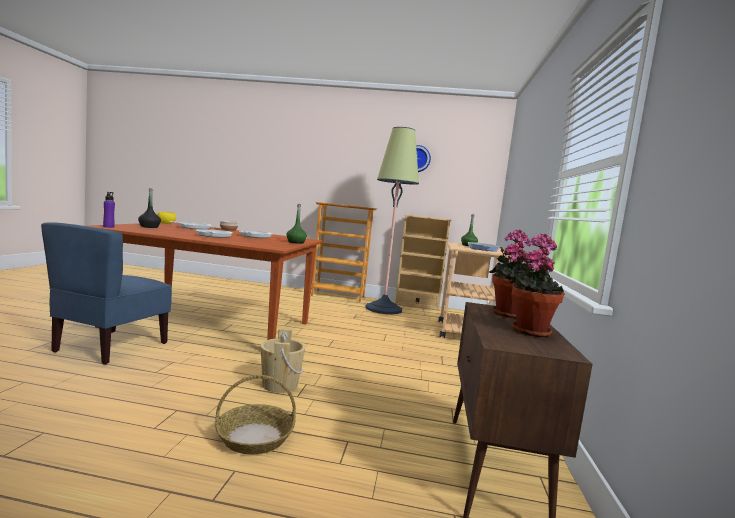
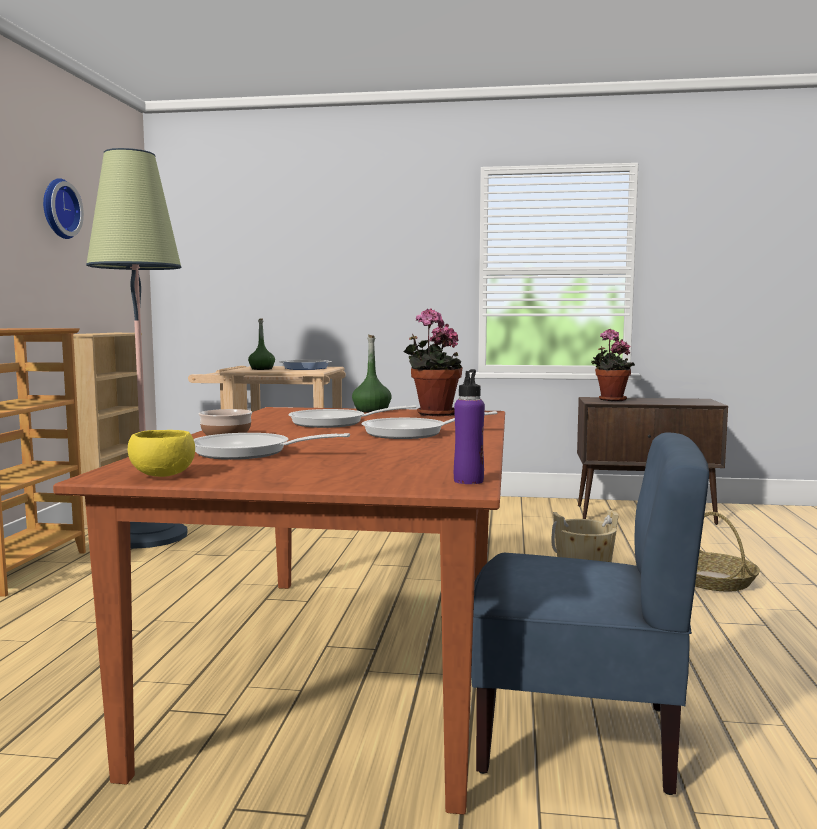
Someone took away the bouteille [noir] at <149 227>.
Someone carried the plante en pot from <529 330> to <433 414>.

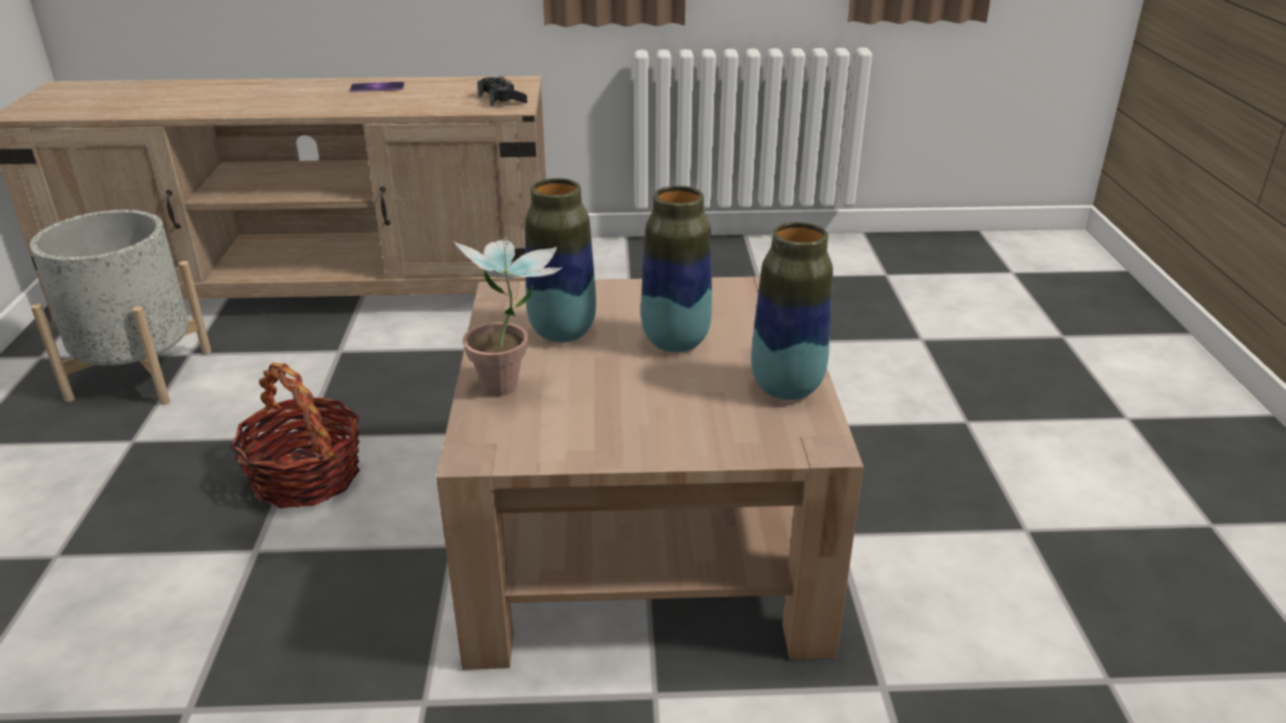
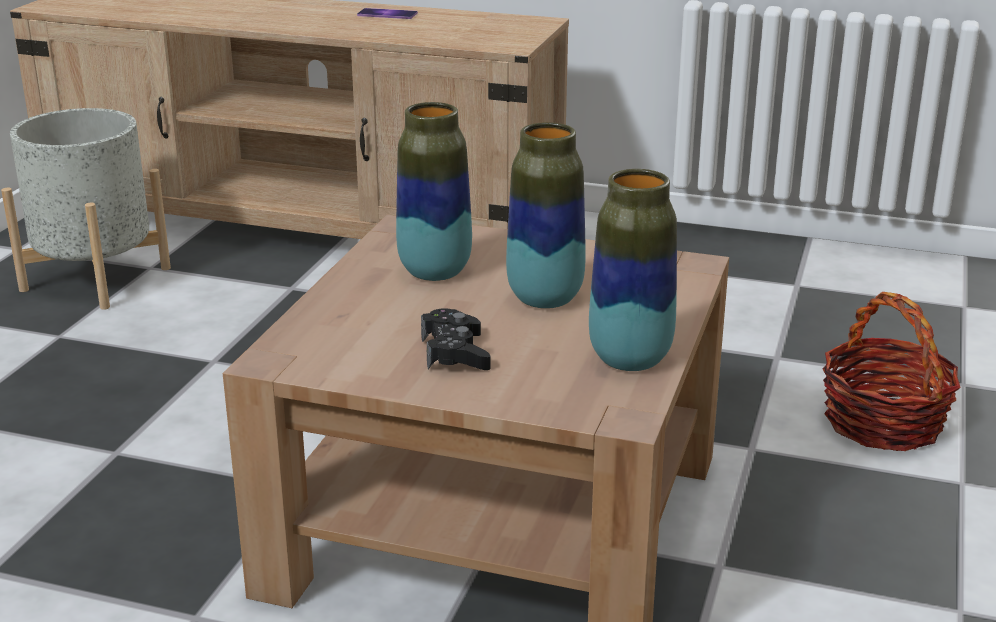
Someone took away the plante en pot at <513 386>.
Someone carried the panier from <306 477> to <883 423>.
Someone carried the manette [noir] from <502 99> to <455 352>.

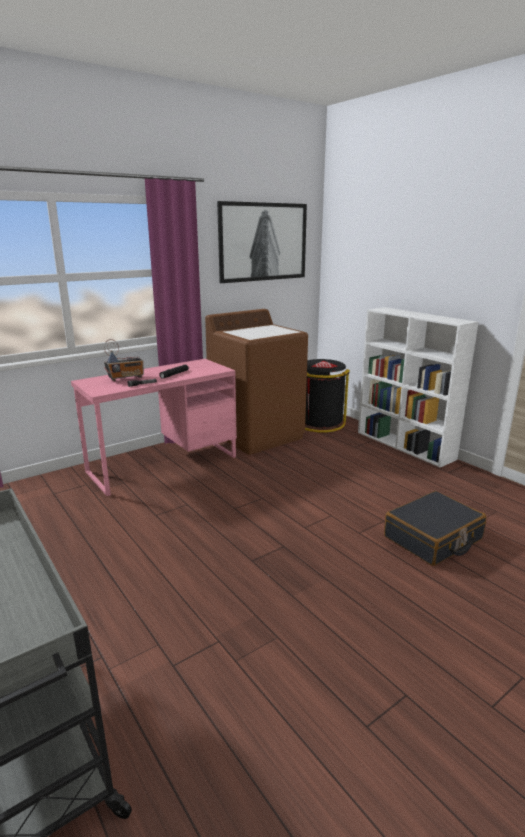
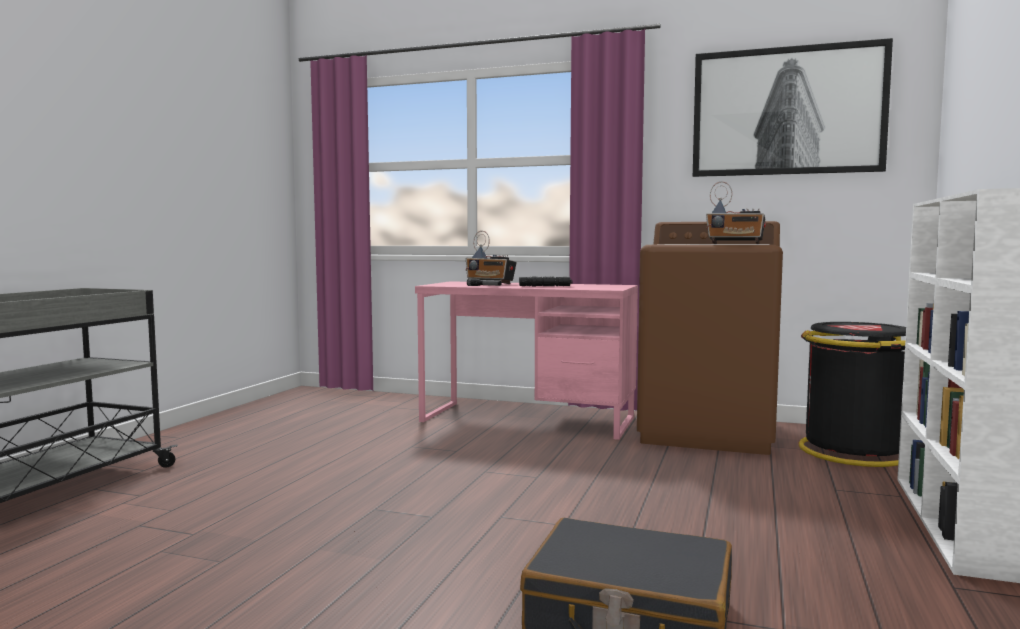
Someone put down the radio at <735 244>.

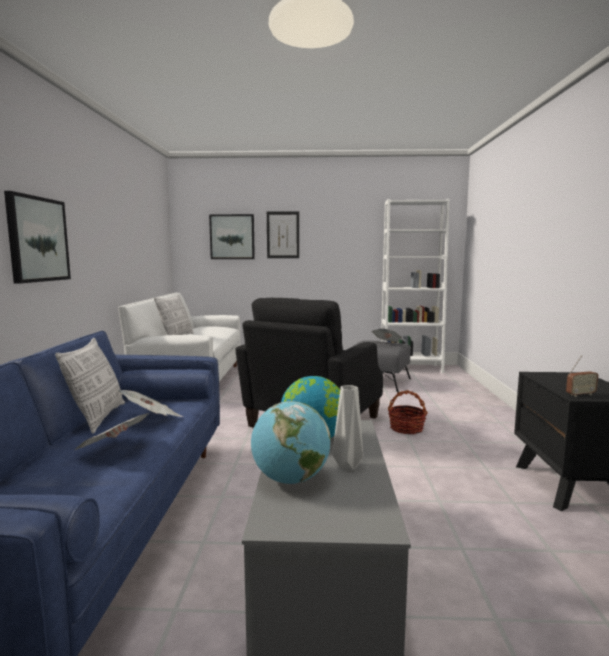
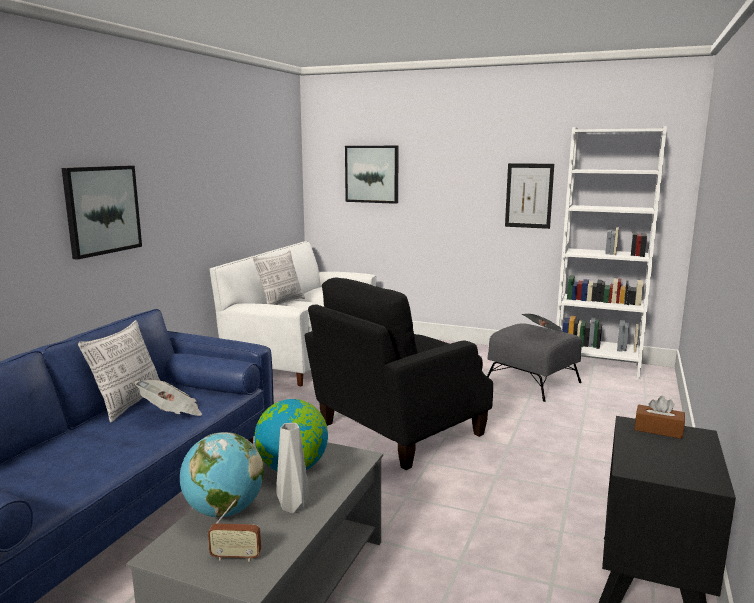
Someone took away the journal at <113 449>.
Someone took away the panier at <406 428>.
Someone put down the boîte à mouchoirs [marron] at <658 430>.
Someone carried the tableau from <283 235> to <529 195>.
Someone carried the radio from <580 395> to <236 557>.

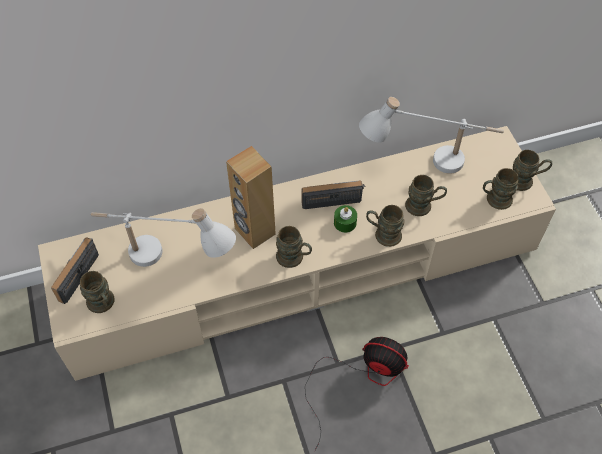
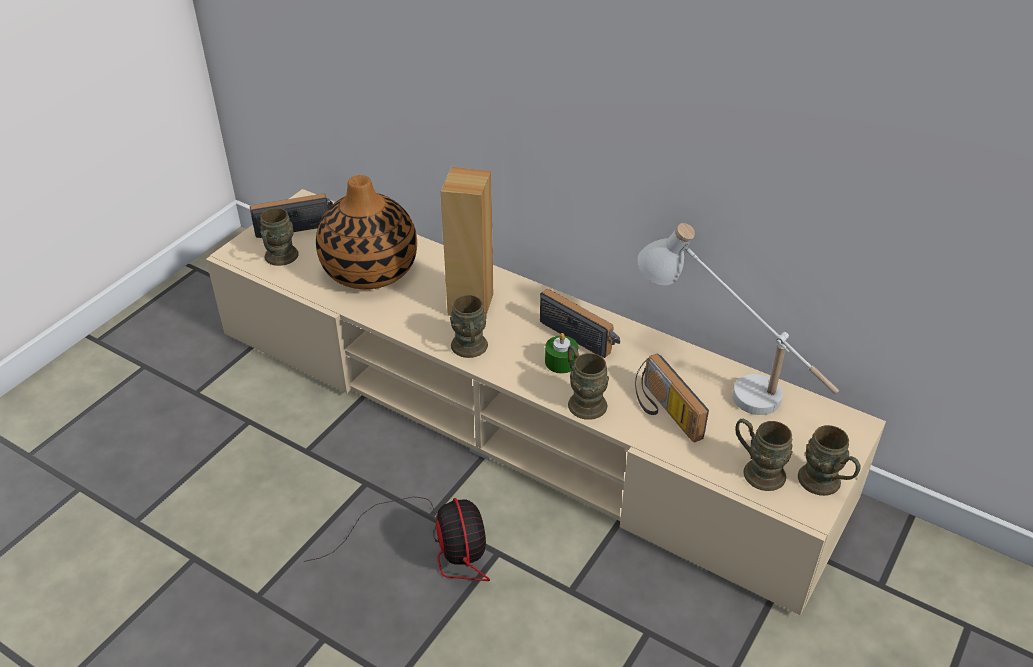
Someone swapped the lampe de table [blanc] at <168 260> for the vase at <370 269>.
Someone swapped the mug [marron] at <423 206> for the radio at <664 412>.

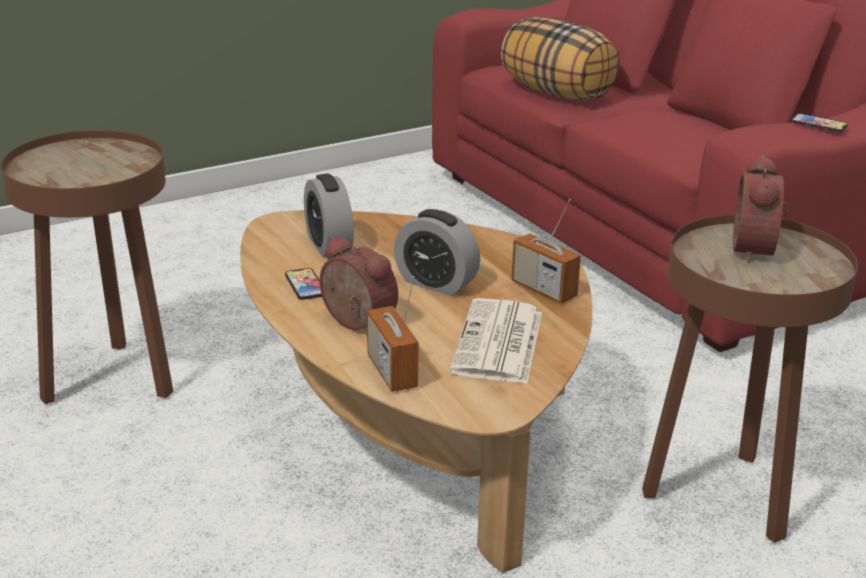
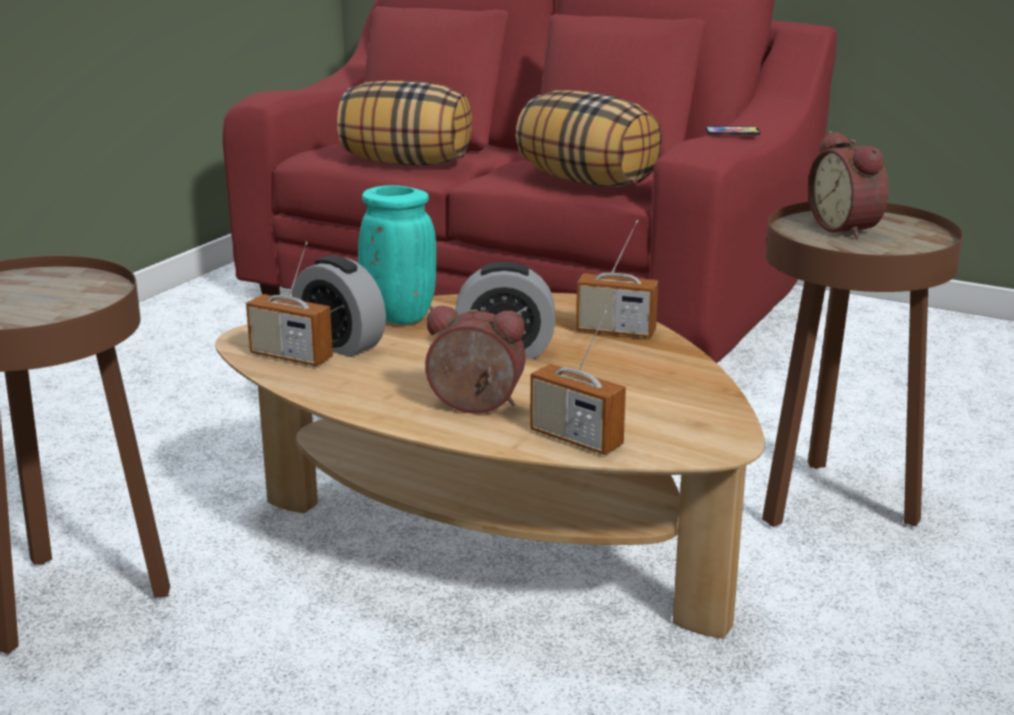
Someone took away the téléphone at <305 285>.
Someone took away the journal at <499 343>.
Someone put down the radio at <291 357>.
Someone put down the vase [turquoise] at <397 317>.
Someone put down the coussin at <588 181>.

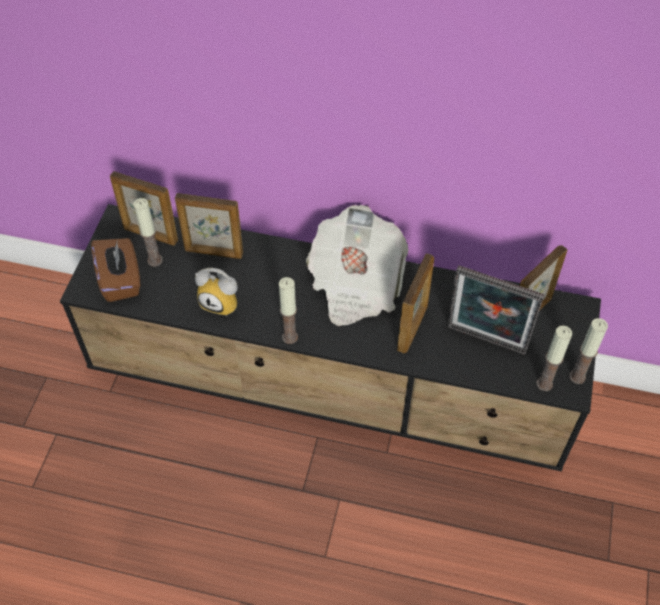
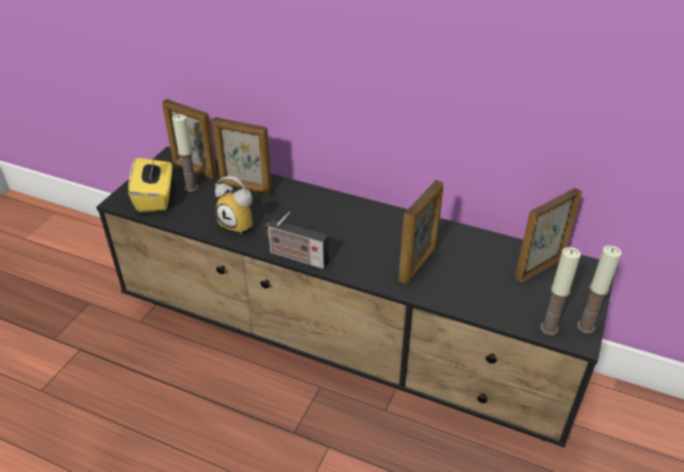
Someone took away the journal at <355 284>.
Someone took away the cadre photo at <485 342>.
Someone swapped the bougie at <290 337> for the radio at <295 257>.
Someone repainted the boîte à mouchoirs [marron] at <120 280>, which became the boîte à mouchoirs [jaune] at <155 198>.

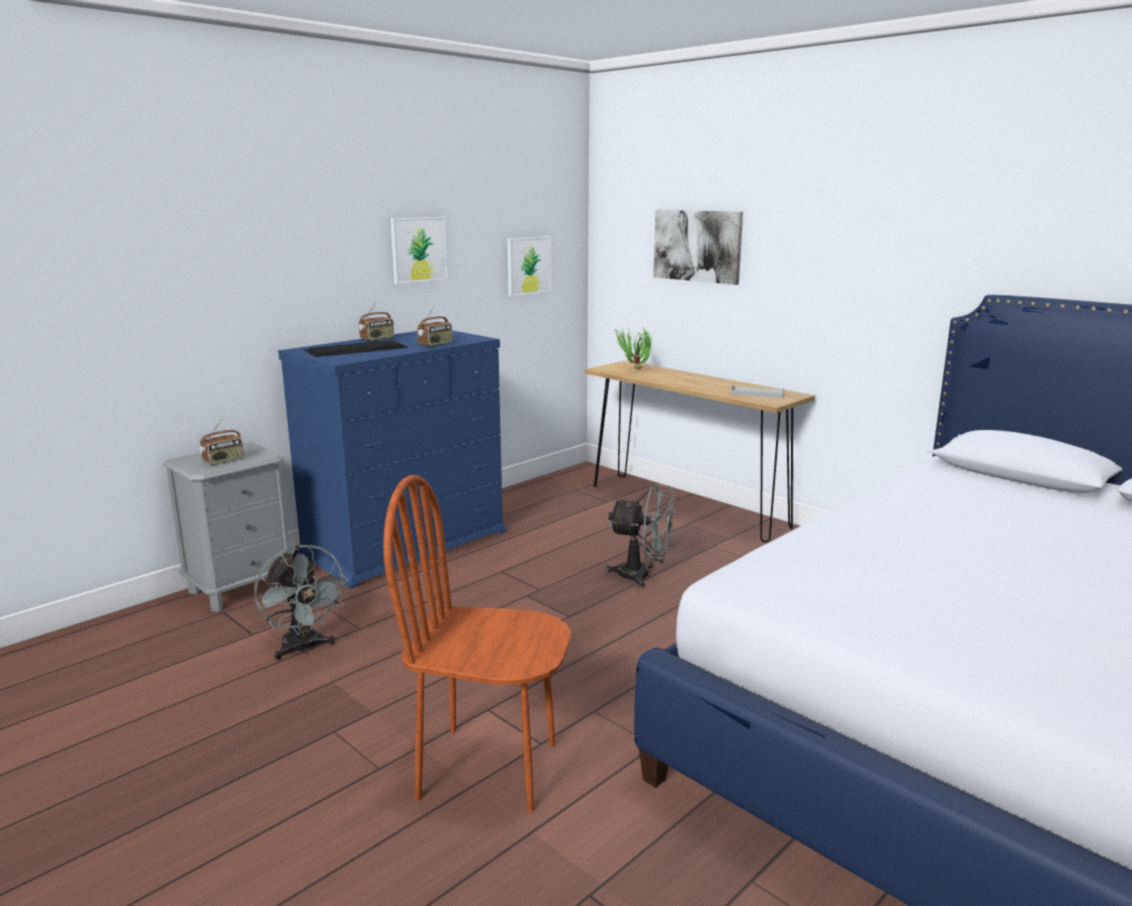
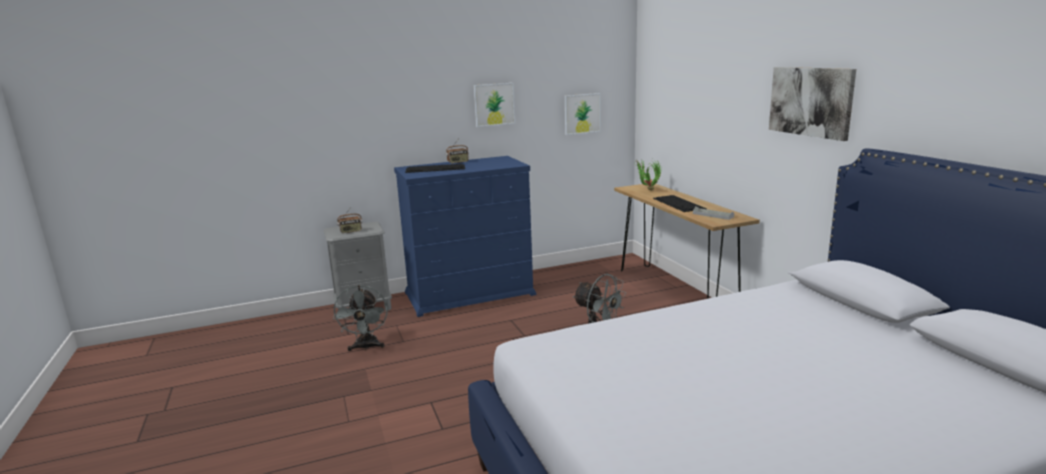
Someone took away the chaise [marron] at <488 769>.
Someone took away the radio at <435 344>.
Someone put down the clavier at <679 203>.
Someone carried the tableau from <697 246> to <810 101>.

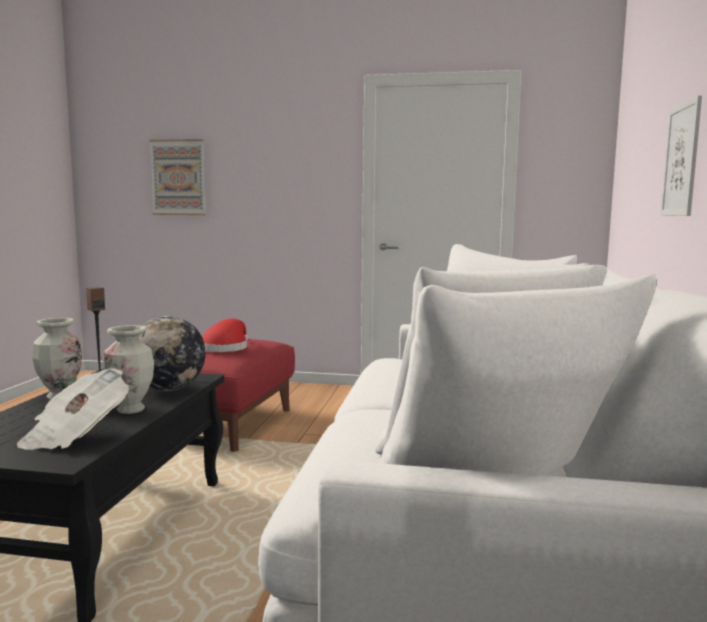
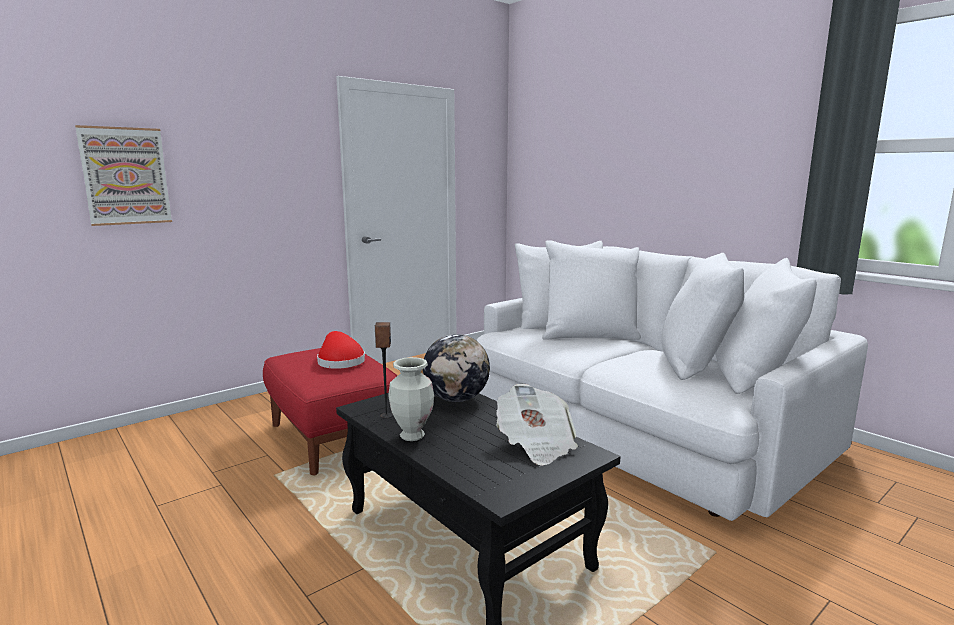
Someone took away the vase at <131 410>.
Someone took away the tableau at <681 160>.

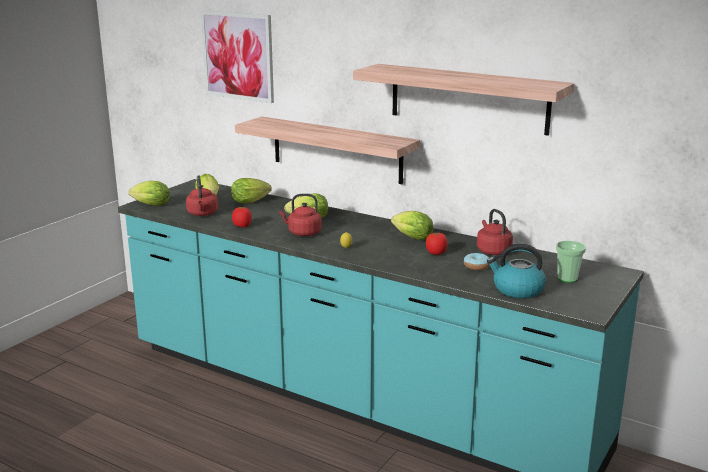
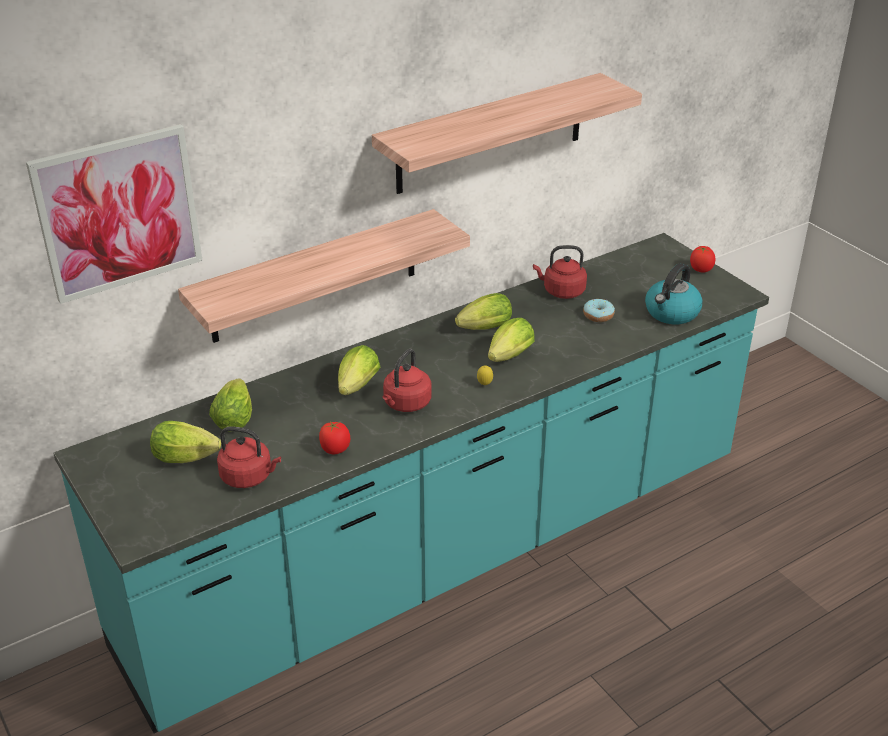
Someone took away the tasse at <567 278>.
Someone carried the laitue from <149 205> to <508 358>.
Someone carried the tomate from <436 253> to <700 269>.

